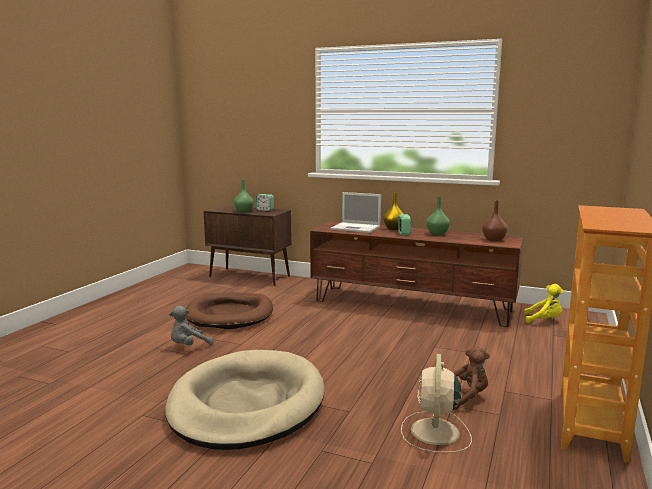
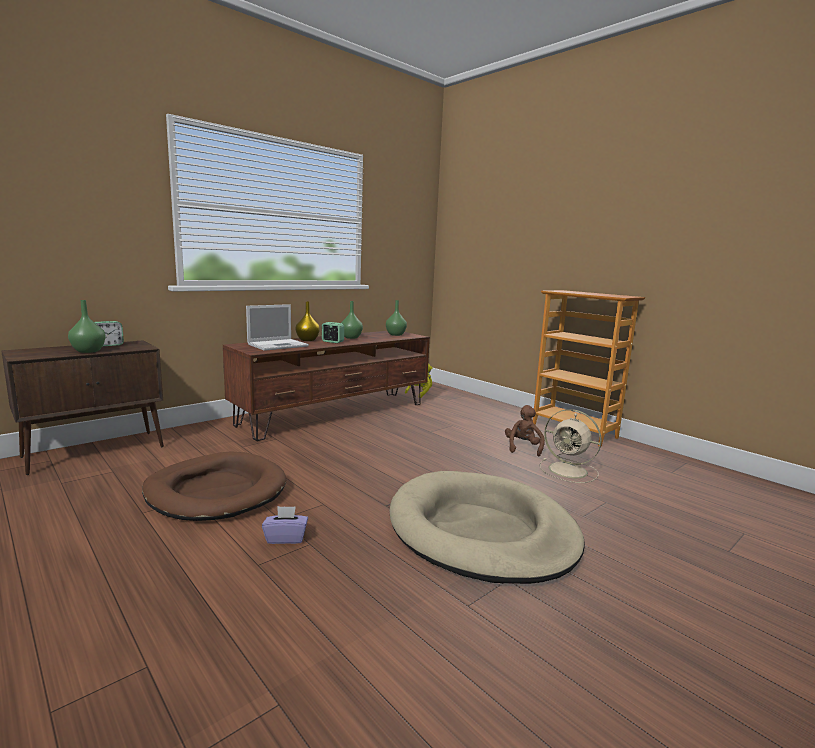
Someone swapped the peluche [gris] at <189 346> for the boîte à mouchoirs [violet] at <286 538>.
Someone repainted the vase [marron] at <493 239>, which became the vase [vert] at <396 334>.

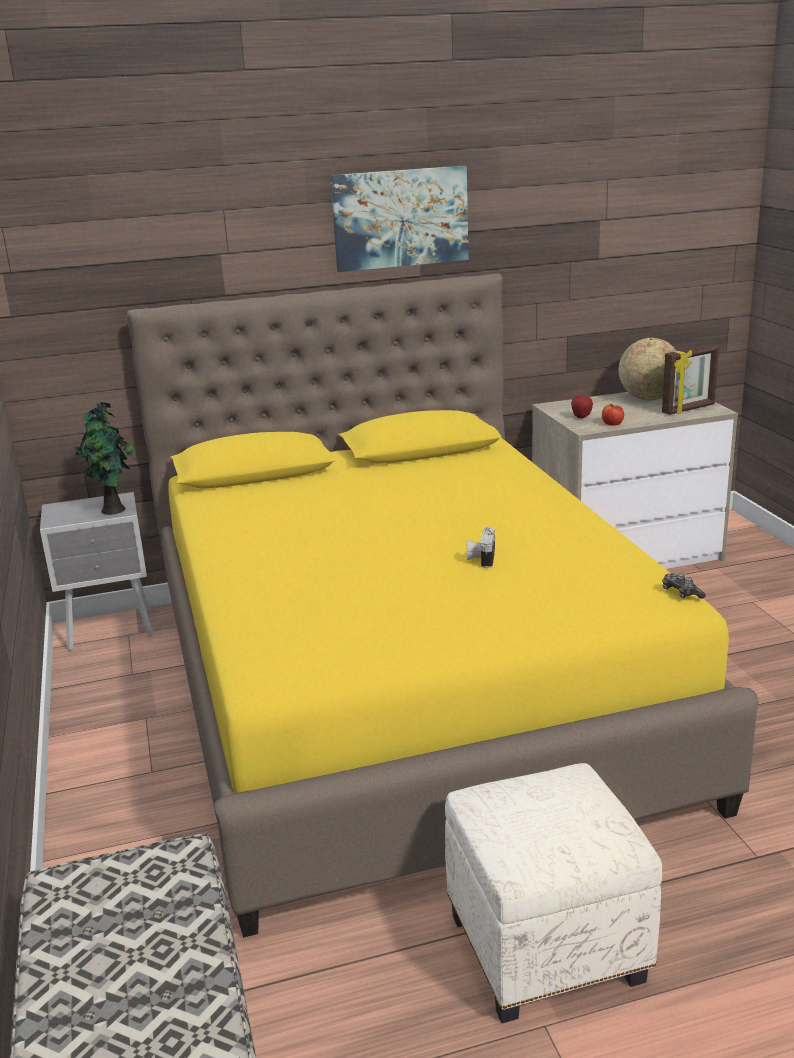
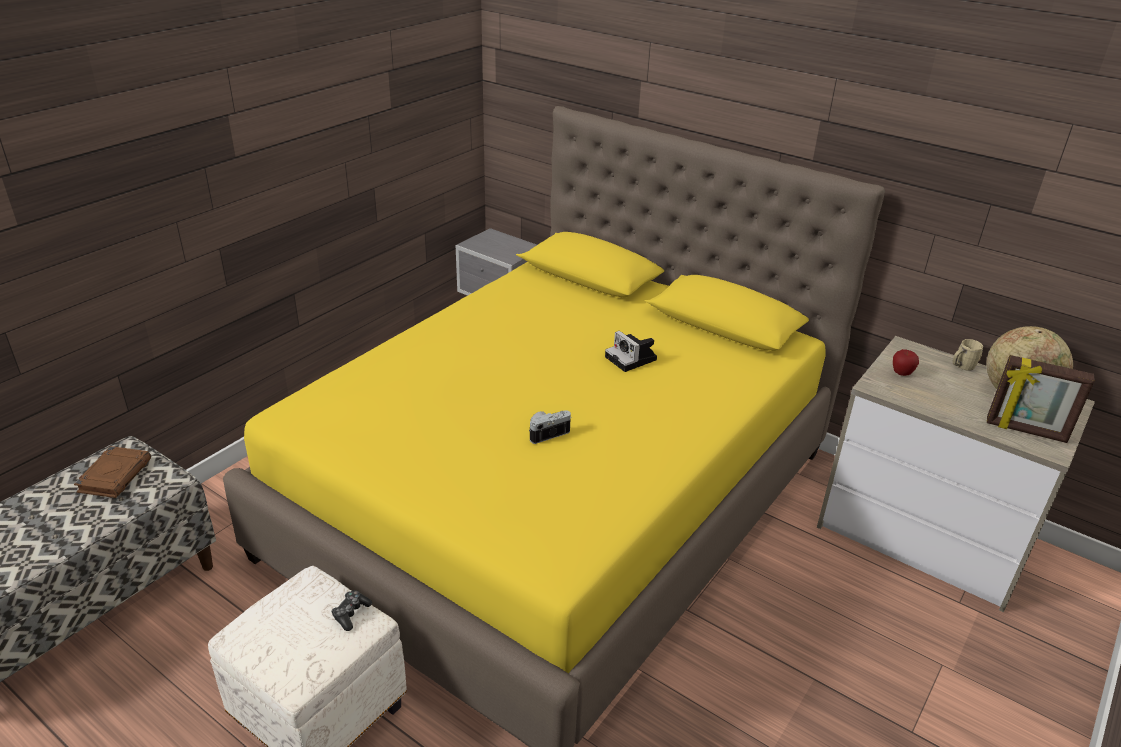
Someone took away the plante en pot at <115 510>.
Someone took away the tableau at <400 218>.
Someone took away the pomme at <612 424>.
Someone put down the livre [marron] at <115 475>.
Someone put down the appareil photo at <632 359>.
Someone put down the mug [beige] at <961 367>.
Someone carried the manette from <681 593> to <351 614>.

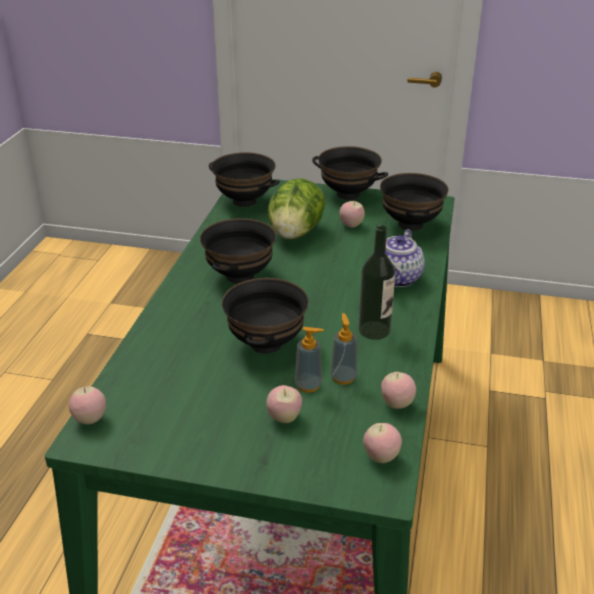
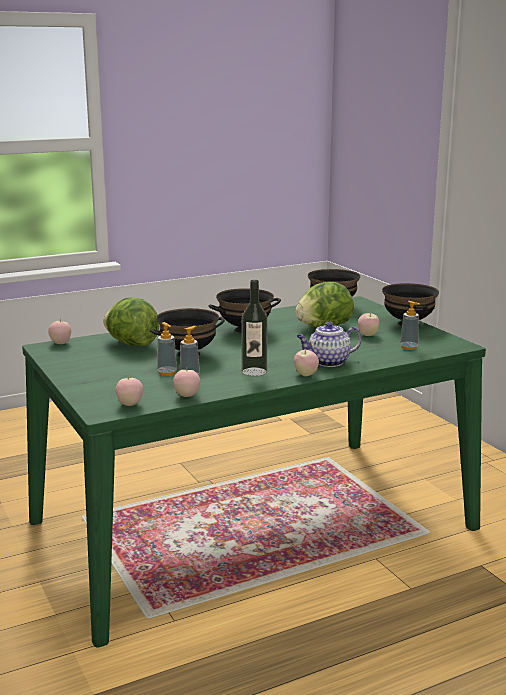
Someone put down the laitue at <132 344>.
Someone carried the pomme from <284 418> to <305 375>.
Someone swapped the bol [noir] at <409 224> for the distributeur de savon at <409 347>.

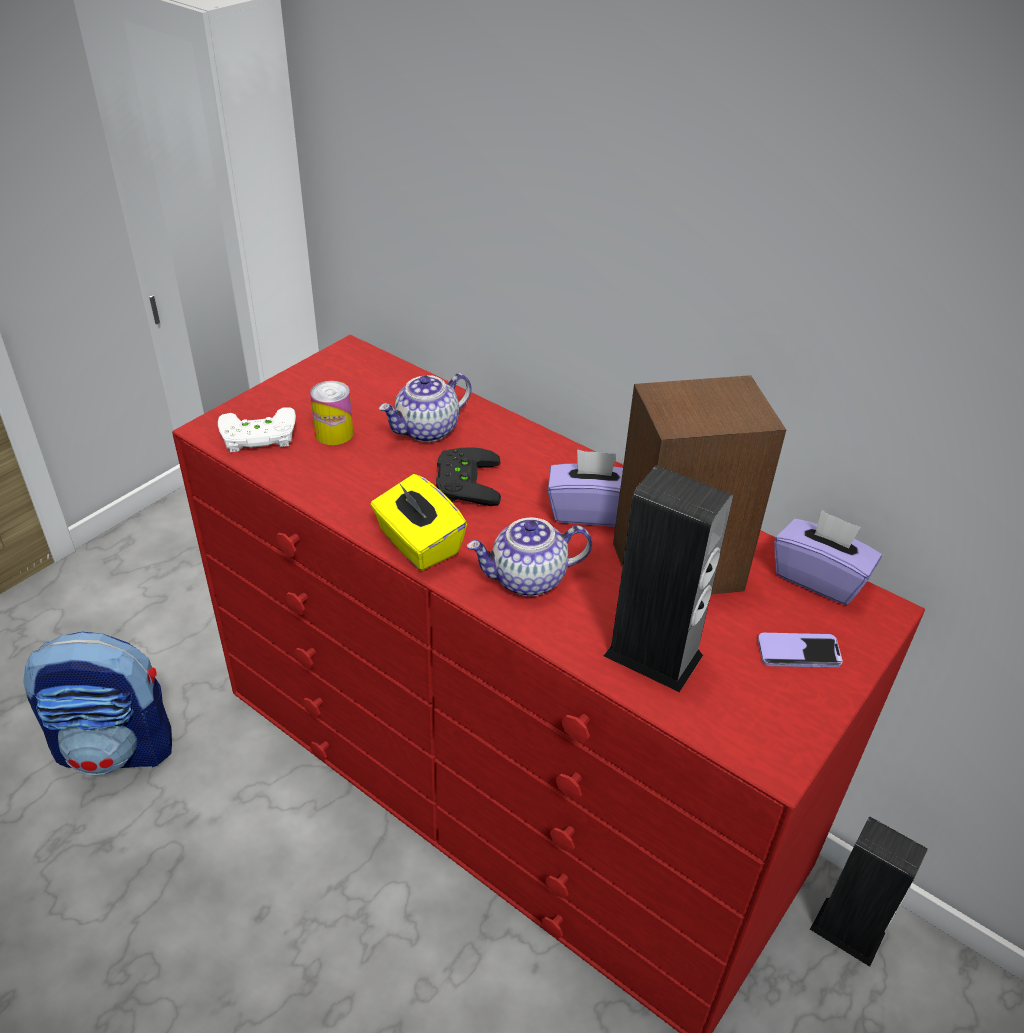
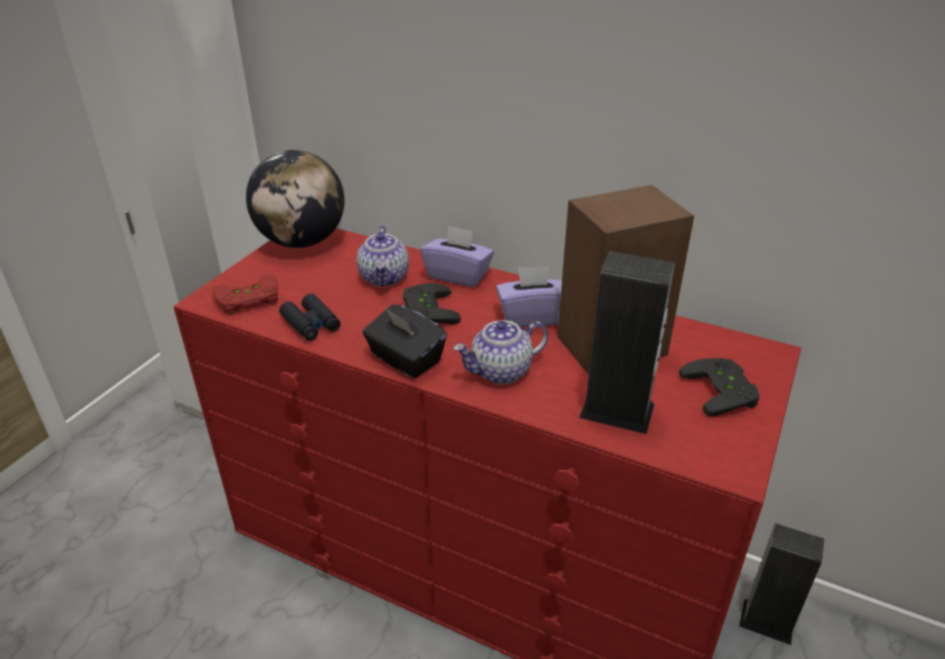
Someone took away the sac à dos at <118 747>.
Someone took away the boîte métallique at <334 433>.
Someone put down the globe at <302 242>.
Someone put down the jumelles [noir] at <311 324>.
Someone carried the boîte à mouchoirs [violet] from <819 578> to <458 275>.
Someone swapped the téléphone at <798 652> for the manette [noir] at <723 391>.
Someone repainted the manette [blanc] at <258 437>, which became the manette [rouge] at <248 300>.
Someone repainted the boîte à mouchoirs [jaune] at <418 544>, which became the boîte à mouchoirs [noir] at <405 359>.
Someone rotated the théière at <427 430> by 45 degrees counterclockwise.

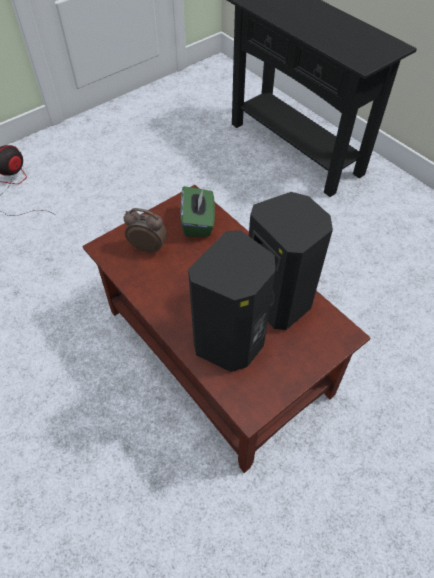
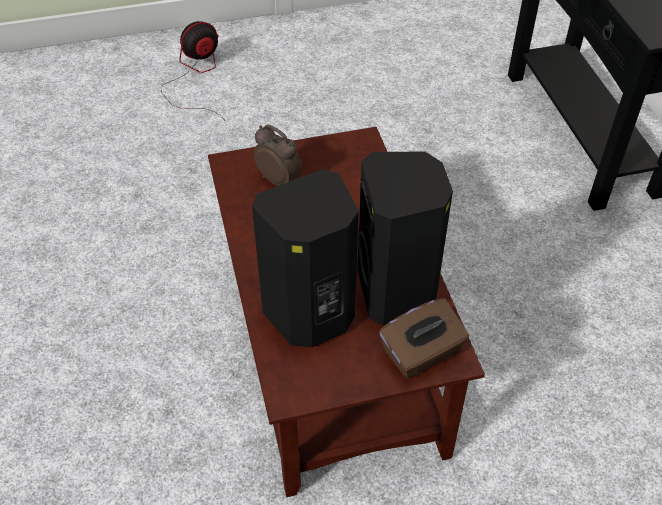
Someone took away the boîte à mouchoirs [vert] at <198 222>.
Someone put down the boîte à mouchoirs [marron] at <422 354>.

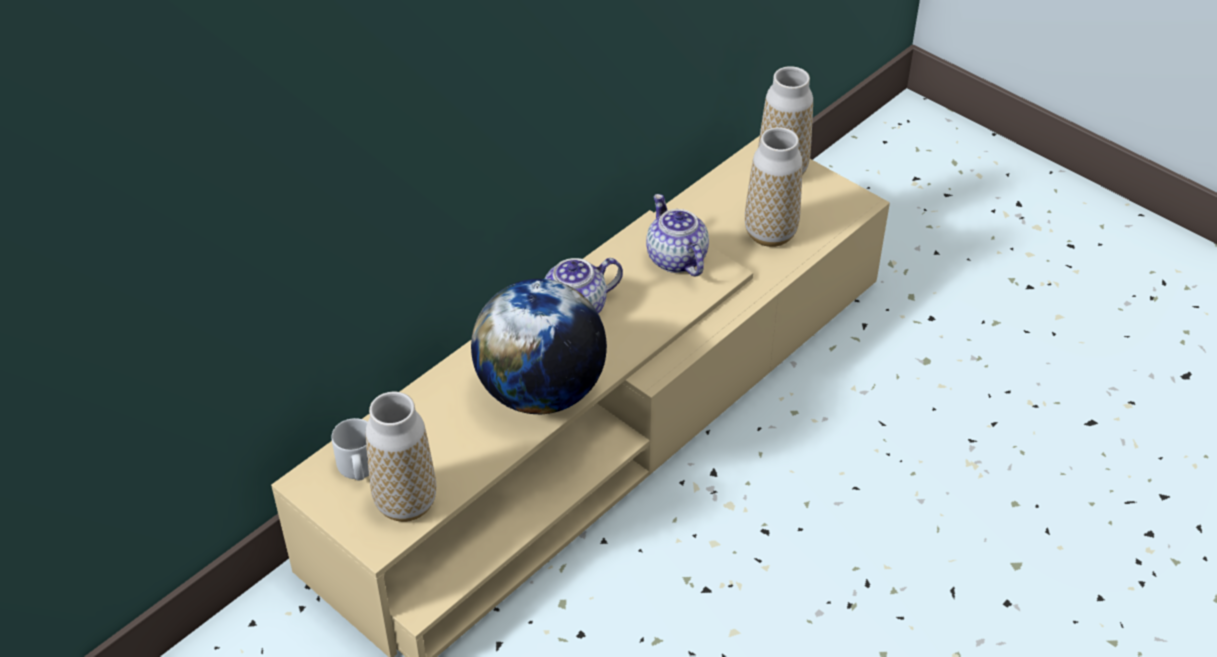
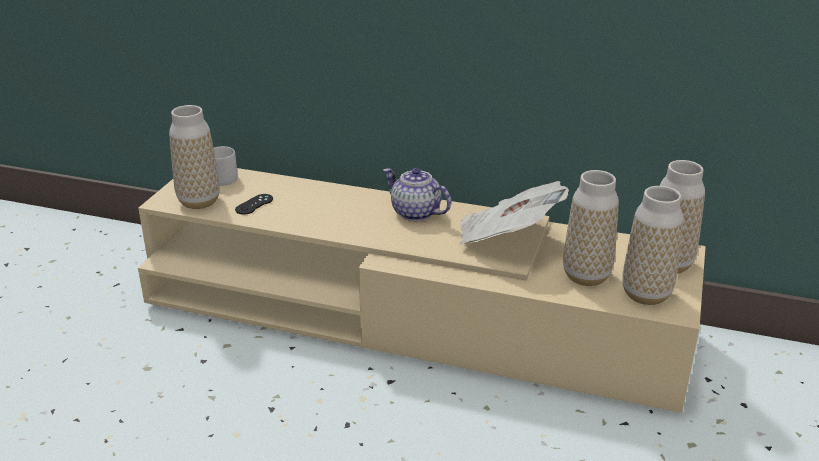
Someone took away the globe at <541 392>.
Someone put down the manette [noir] at <254 204>.
Someone put down the vase at <646 294>.
Someone swapped the théière at <675 258> for the journal at <506 238>.

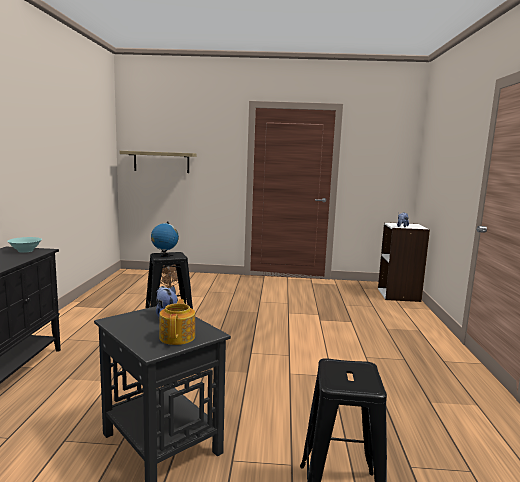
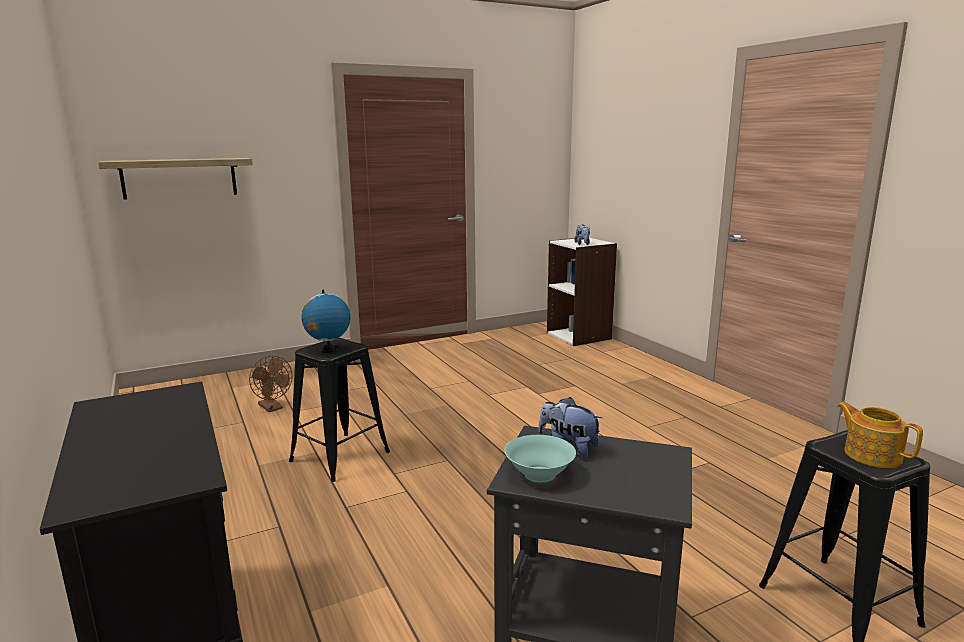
Someone carried the bol [turquoise] from <25 251> to <539 474>.
Someone carried the théière from <178 337> to <871 455>.

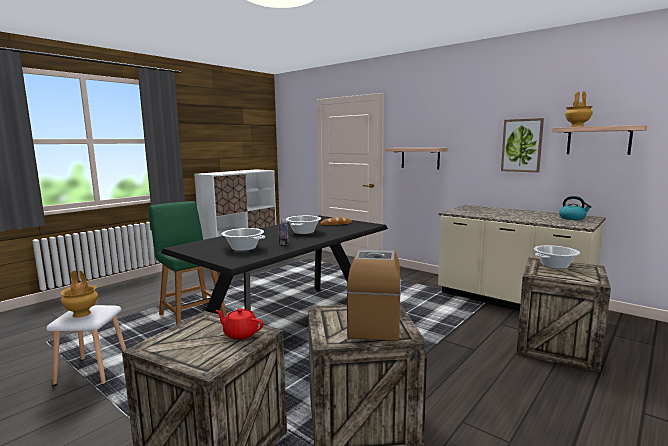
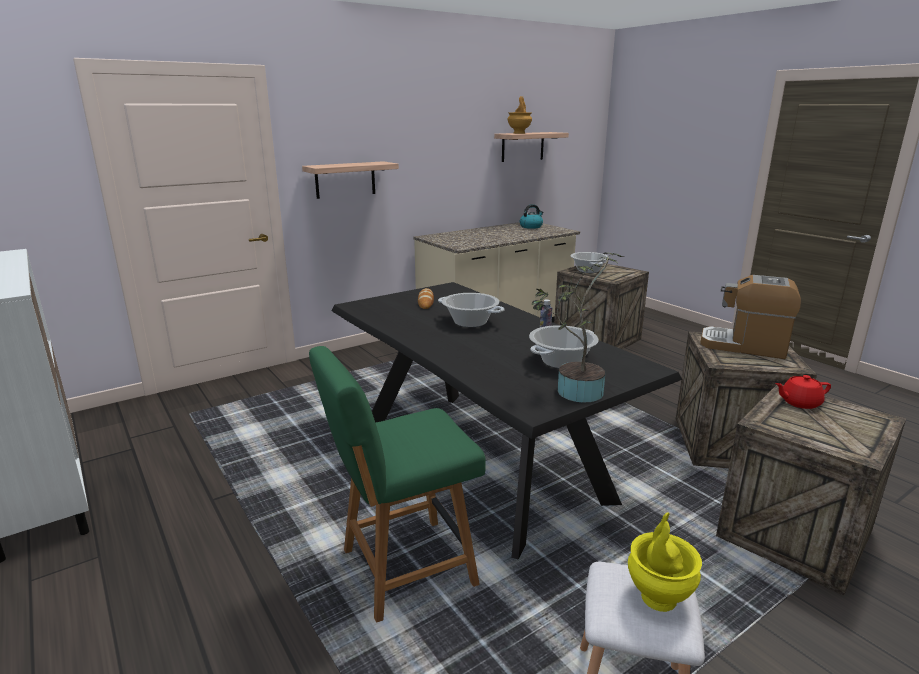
Someone took away the tableau at <522 145>.
Someone put down the plante en pot at <574 392>.
Someone repainted the vase [marron] at <82 314>, which became the vase [jaune] at <658 597>.
Someone rotated the théière [rouge] at <240 334> by 45 degrees clockwise.

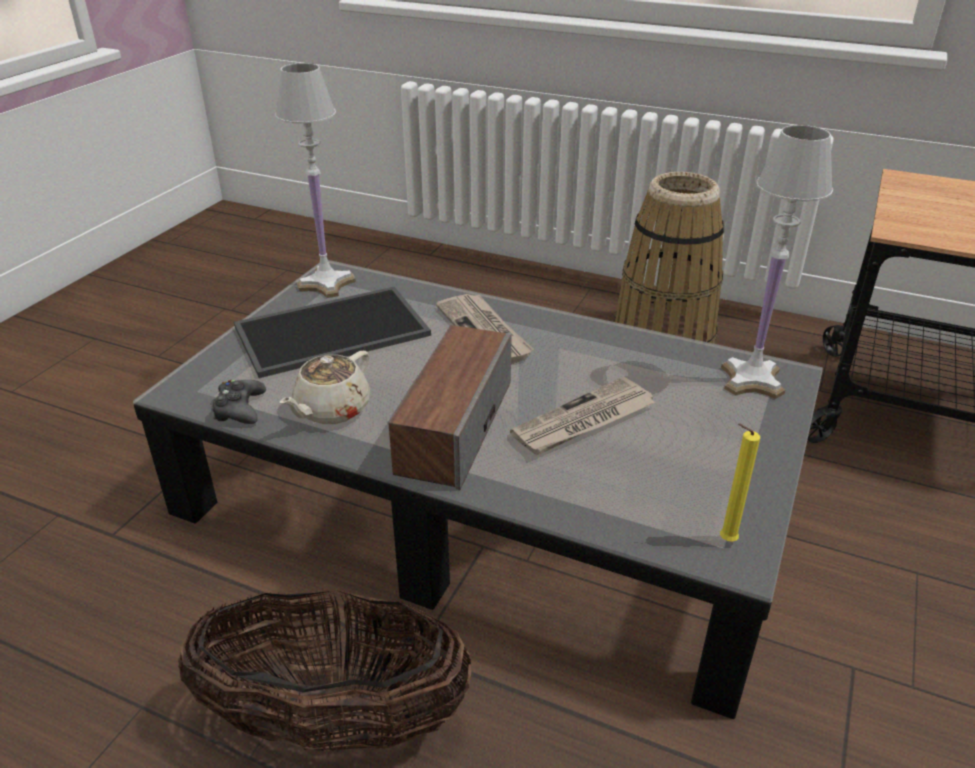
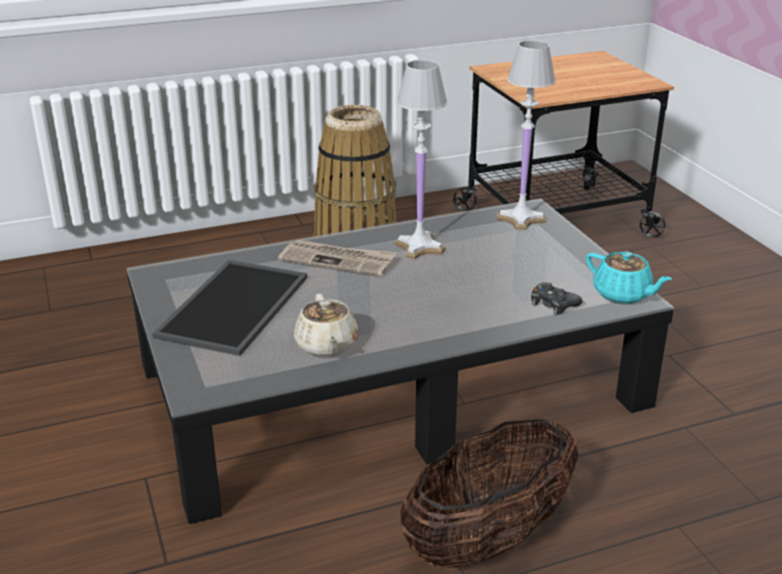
Someone took away the enceinte at <454 426>.
Someone took away the journal at <584 421>.
Someone carried the manette [noir] from <240 409> to <553 304>.
Someone carried the lampe de table [blanc] from <325 283> to <418 247>.
Someone swapped the bougie [jaune] at <724 540> for the théière [turquoise] at <623 294>.

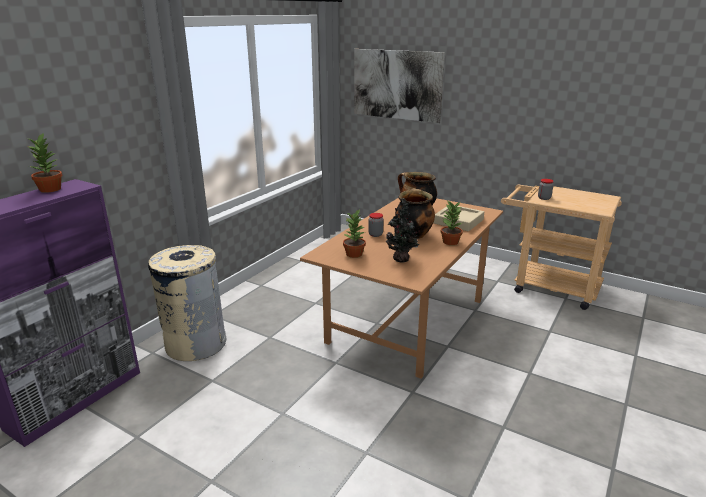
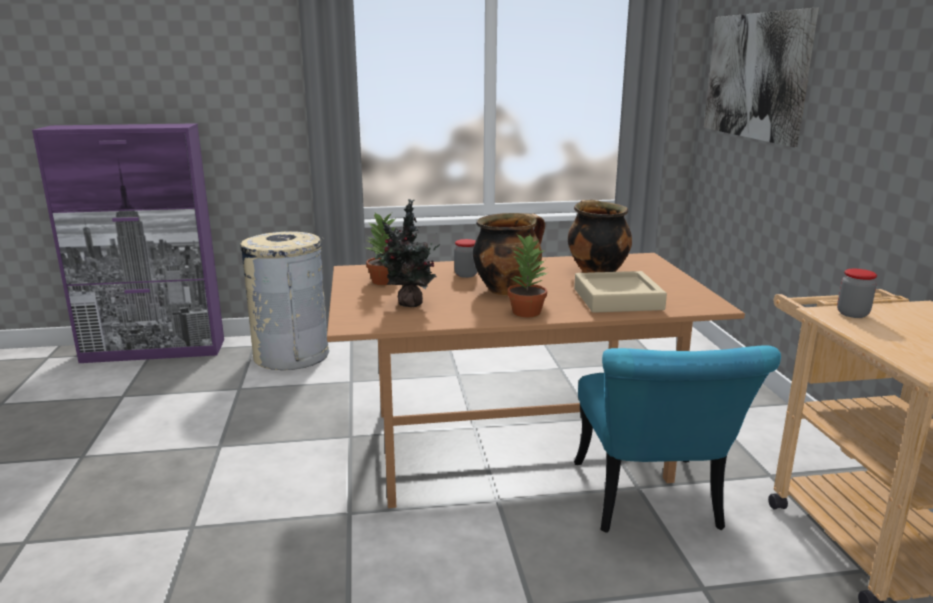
Someone took away the plante en pot at <51 189>.
Someone put down the chaise [turquoise] at <651 505>.

